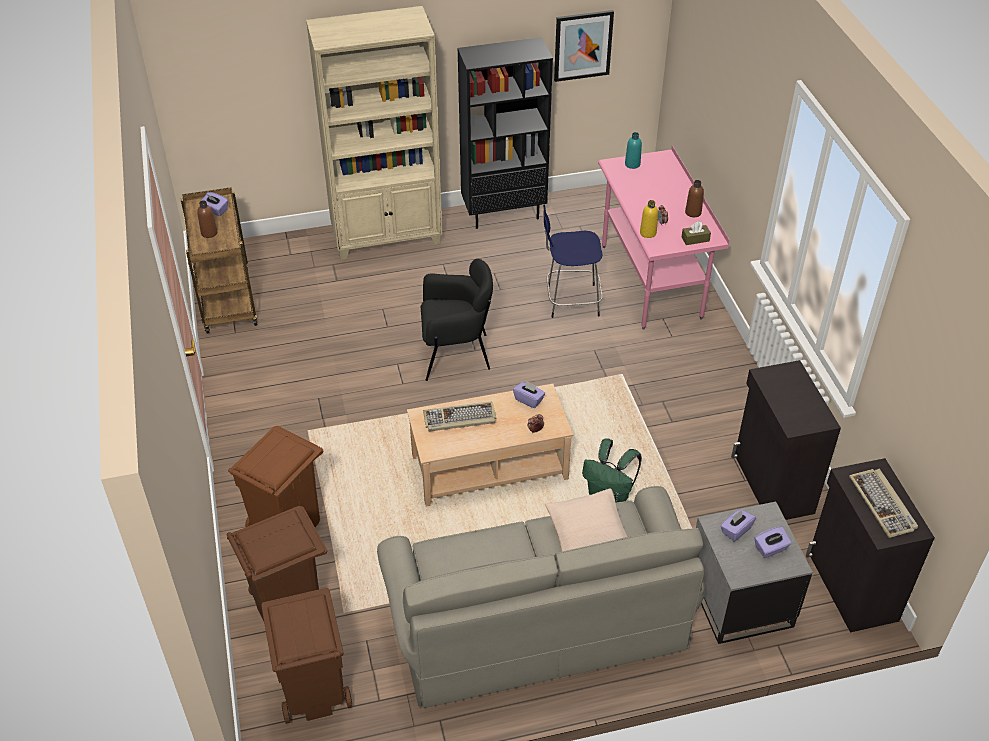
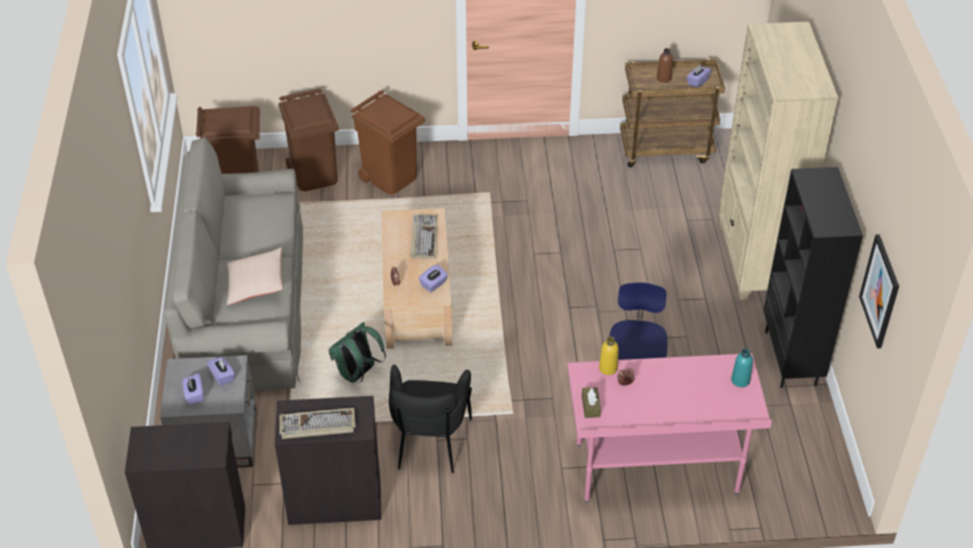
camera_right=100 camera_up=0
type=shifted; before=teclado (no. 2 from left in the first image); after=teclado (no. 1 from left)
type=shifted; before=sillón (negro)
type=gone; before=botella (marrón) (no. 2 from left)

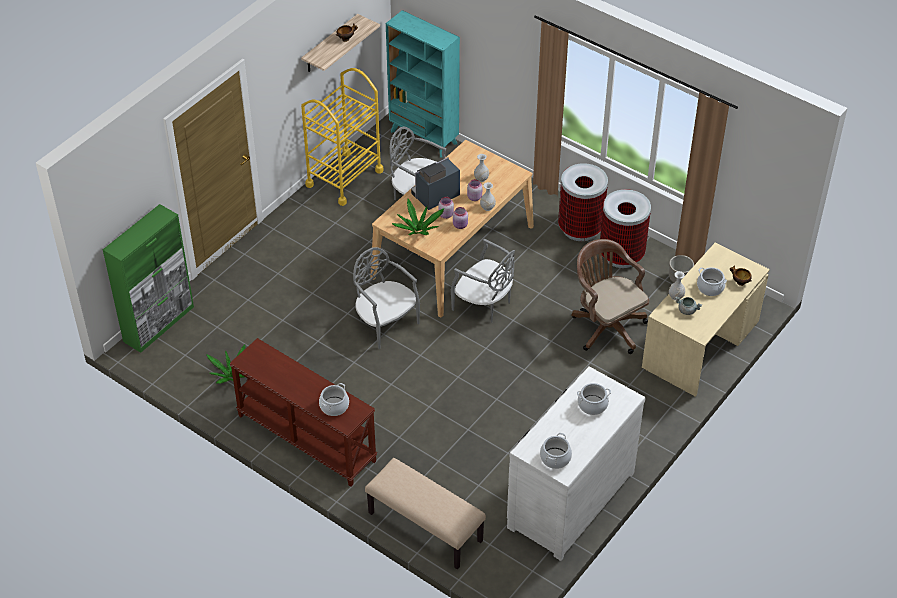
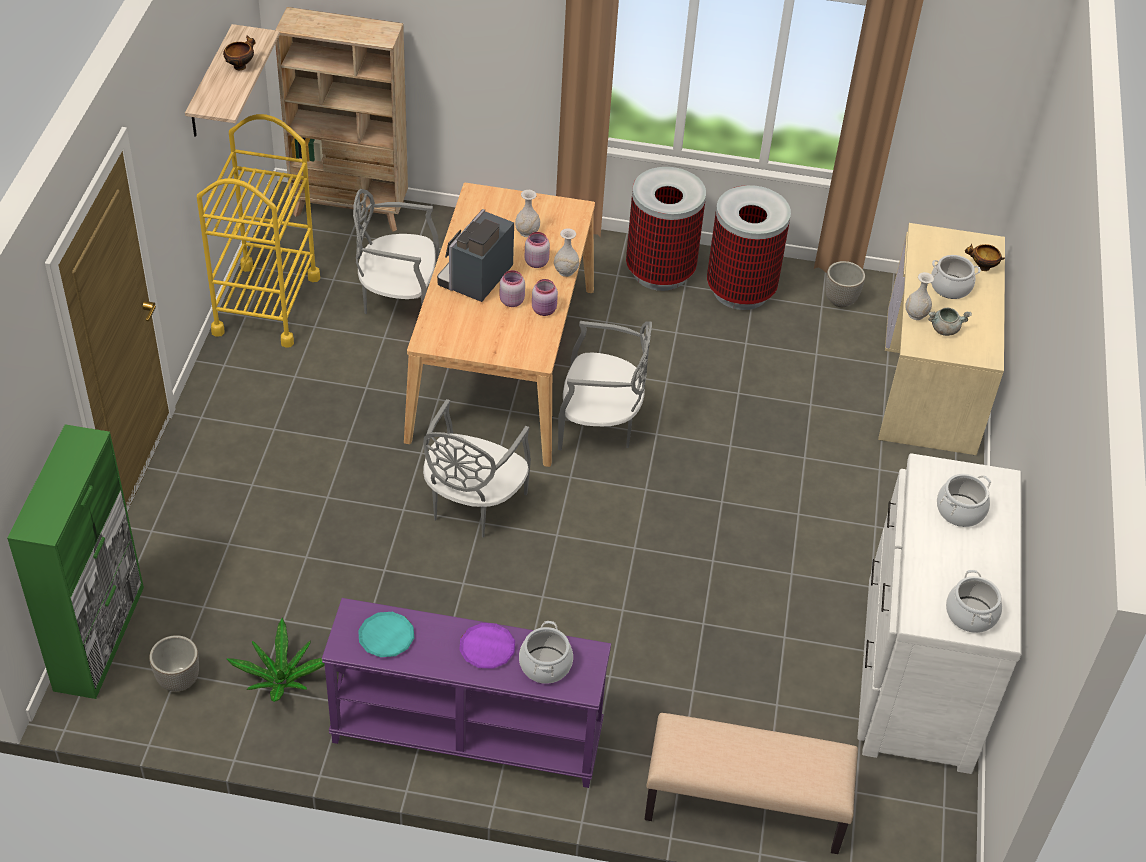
camera_right=-30 camera_up=0
type=new; after=maceta (no. 1 from left)
type=repainted; before=estantería (turquesa); after=estantería (beis)
type=repainted; before=mesa consola (marrón); after=mesa consola (morado)
type=new; after=plato (turquesa)
type=rotated; before=silla (gris) (no. 1 from left in the first image); turn=-90
type=new; after=plato (morado)
type=gone; before=planta en maceta (no. 2 from left)
type=gone; before=silla de oficina (marrón)

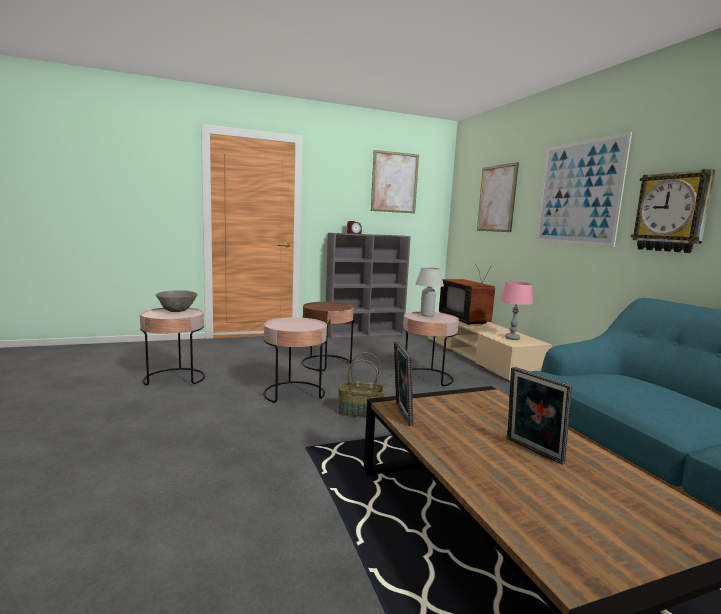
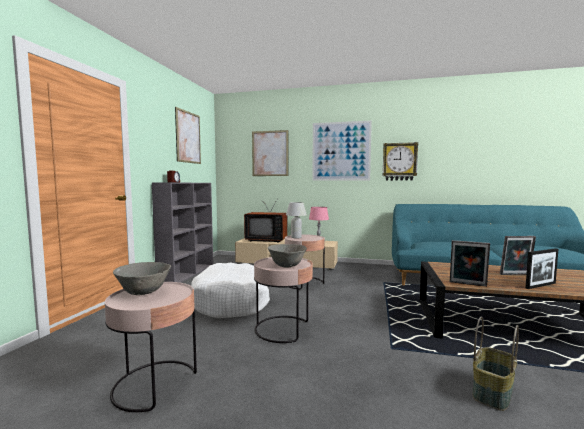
camera_right=-55 camera_up=-5
type=swapped; before=mesa auxiliar (marrón); after=cama para perro (blanco)
type=new; after=cuenco (gris) (no. 2 from left)
type=shifted; before=cesta
type=new; after=portarretratos (no. 3 from left)

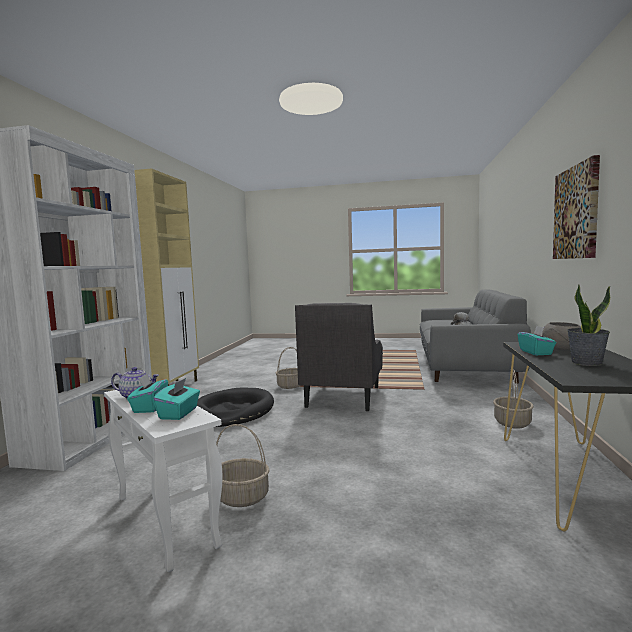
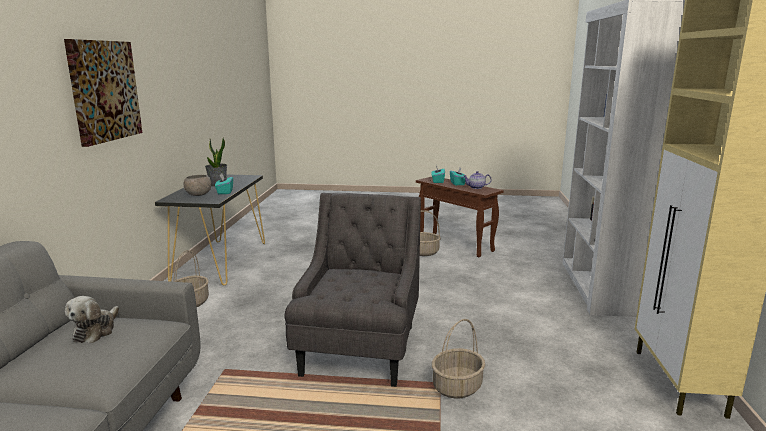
camera_right=175 camera_up=10
type=repainted; before=mesa auxiliar (blanco); after=mesa auxiliar (marrón)
type=gone; before=cama para perro (negro)

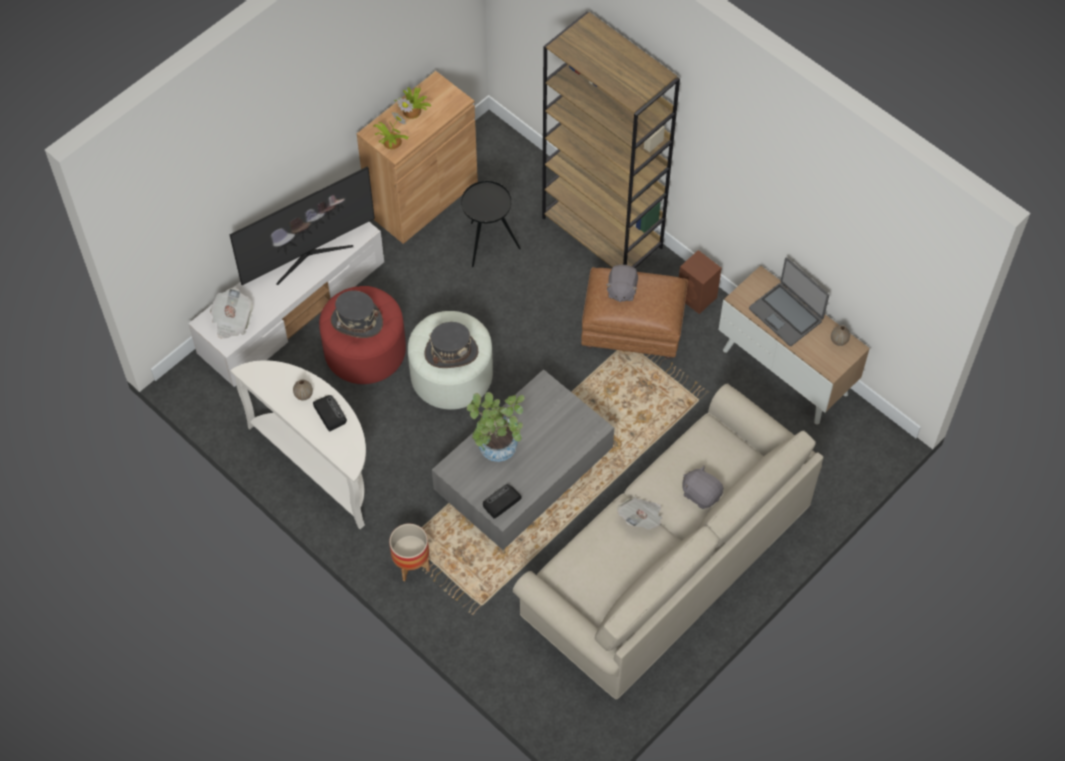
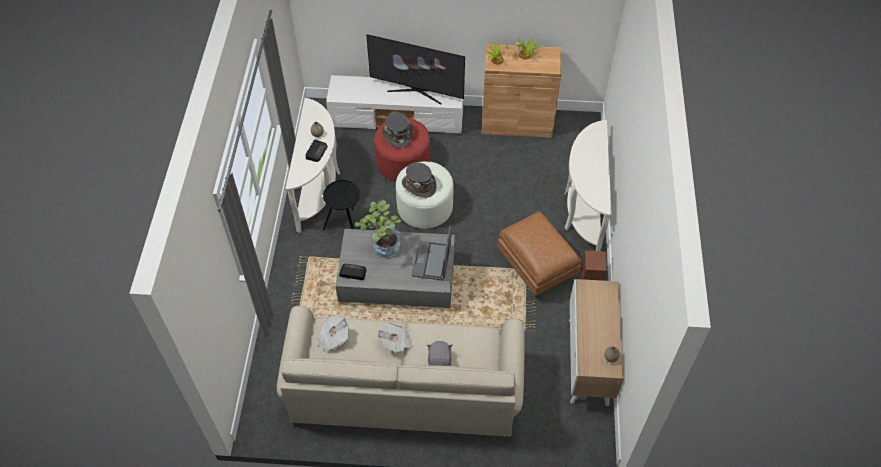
camera_right=50 camera_up=-5
type=shifted; before=periódico (no. 1 from left)
type=shifted; before=mesa auxiliar (negro)
type=shifted; before=portátil
type=swapped; before=estantería (marrón); after=mesa consola (blanco) (no. 2 from left)
type=gone; before=maceta
type=gone; before=peluche (gris) (no. 1 from left)

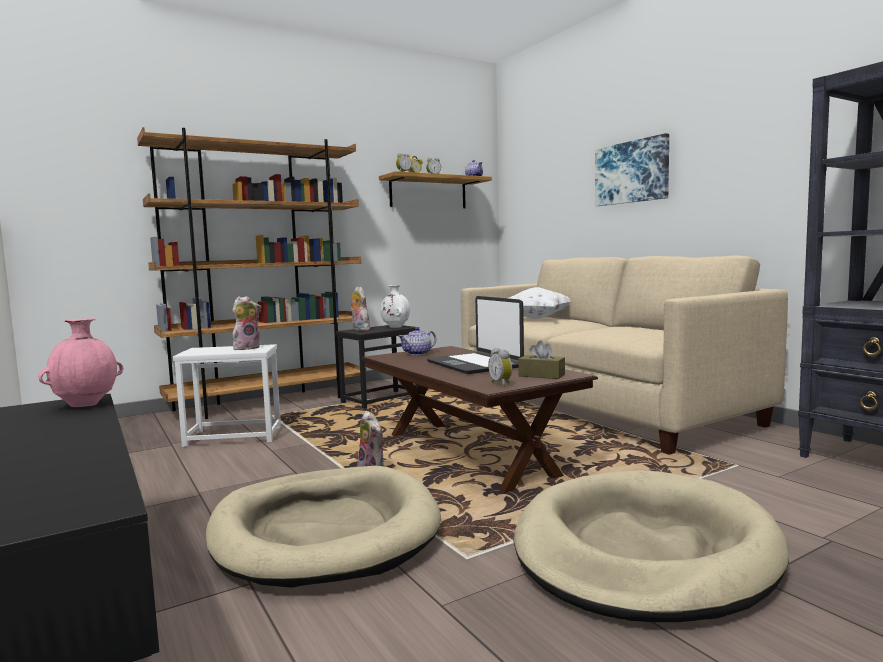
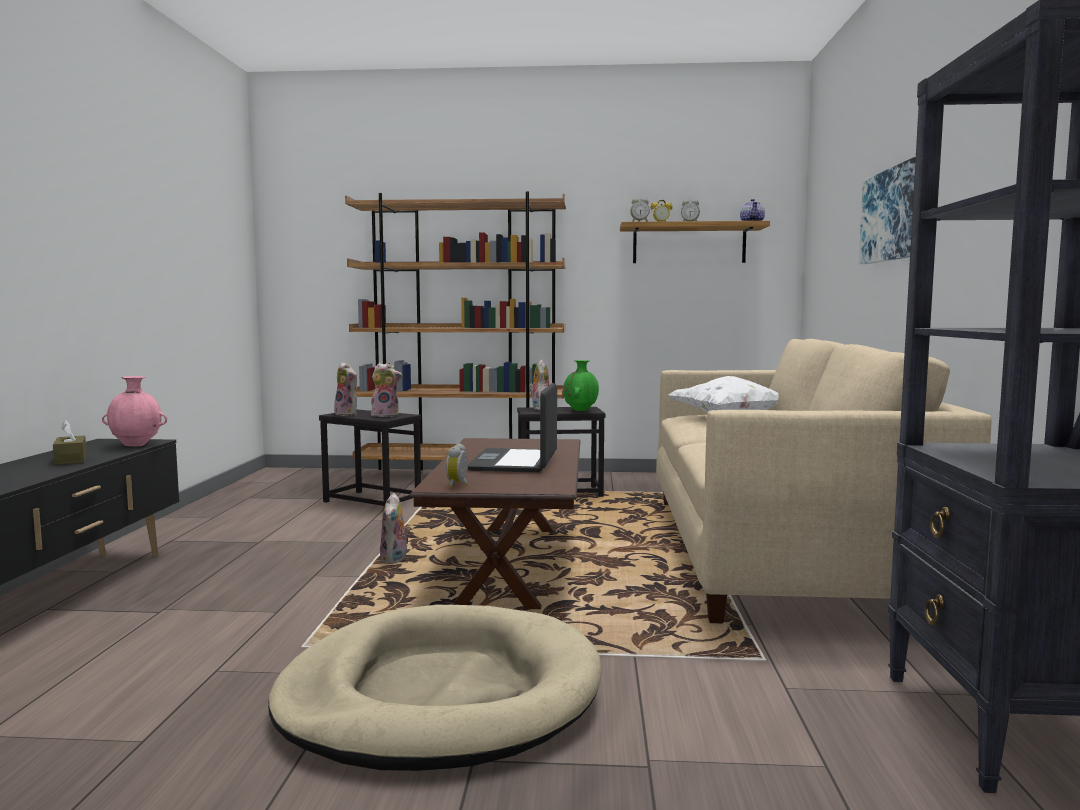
camera_right=35 camera_up=0
type=shifted; before=caja de pañuelos (marrón)
type=repainted; before=mesa auxiliar (blanco); after=mesa auxiliar (negro) (no. 1 from left)
type=new; after=peluche (no. 1 from left)
type=repainted; before=florero (blanco); after=florero (verde)
type=gone; before=cama para perro (beis) (no. 1 from left)
type=gone; before=tetera (no. 1 from left)

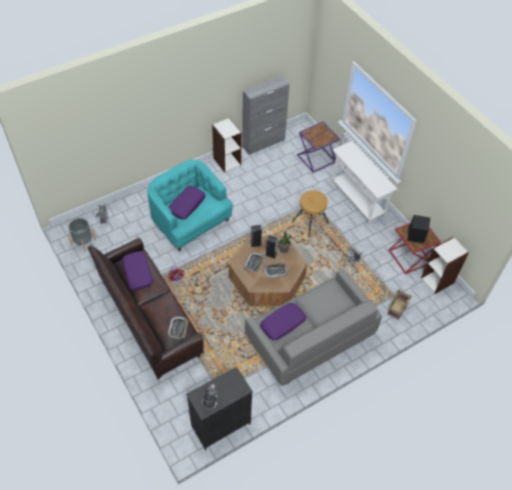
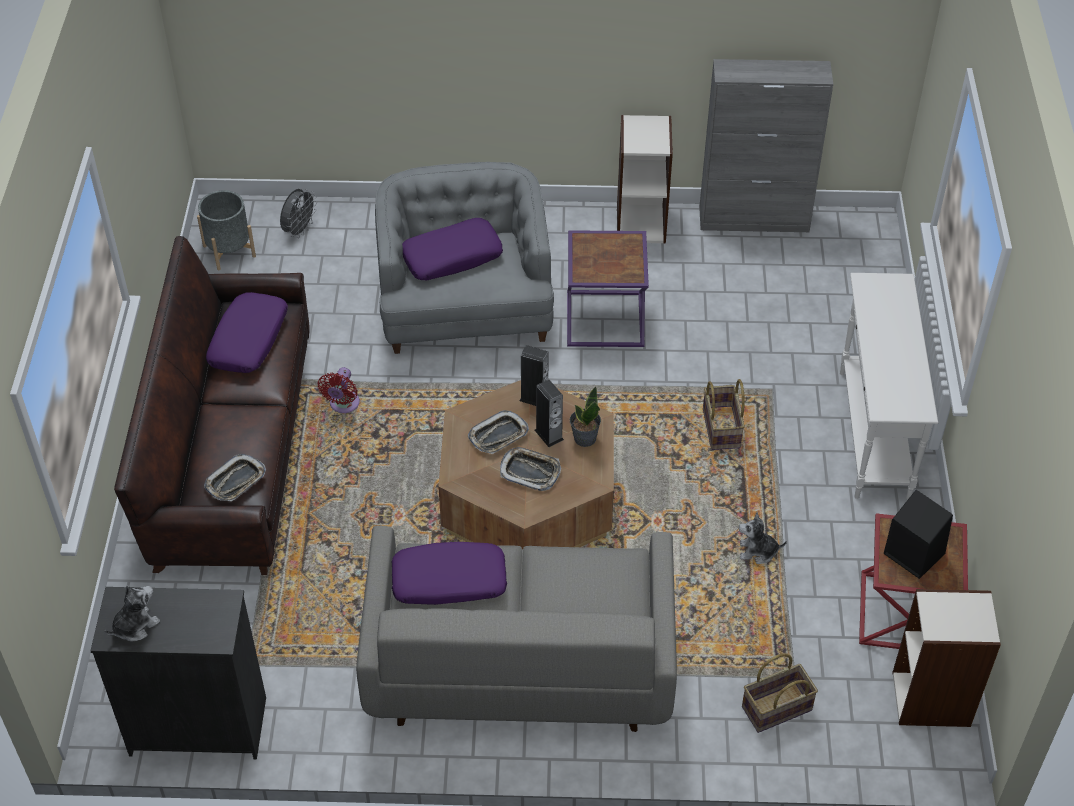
camera_right=35 camera_up=-5
type=repainted; before=sillón (turquesa); after=sillón (gris)
type=shifted; before=mesa auxiliar (morado)
type=swapped; before=taburete (marrón); after=cesta (no. 1 from left)

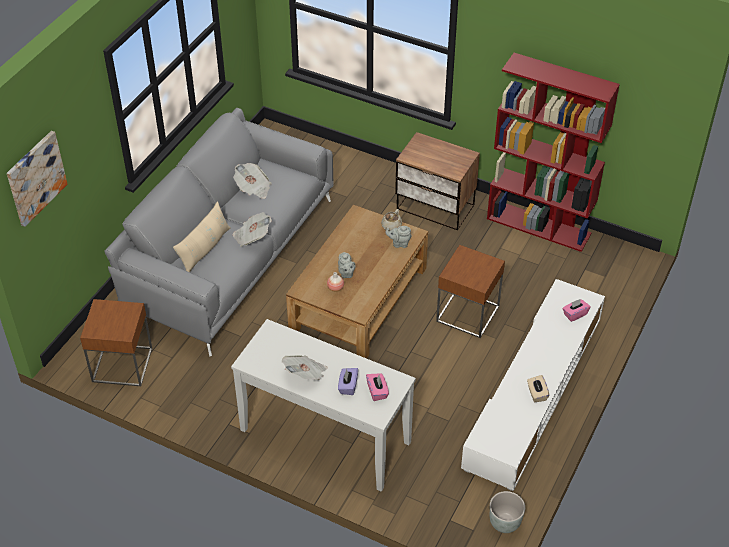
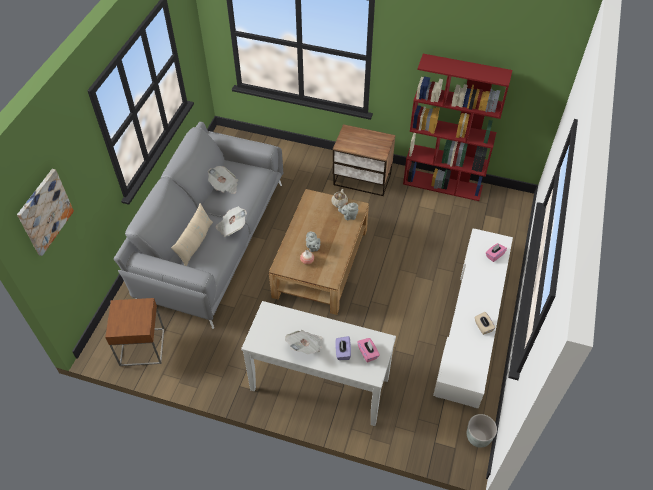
camera_right=-10 camera_up=5
type=gone; before=mesa auxiliar (marrón) (no. 2 from left)

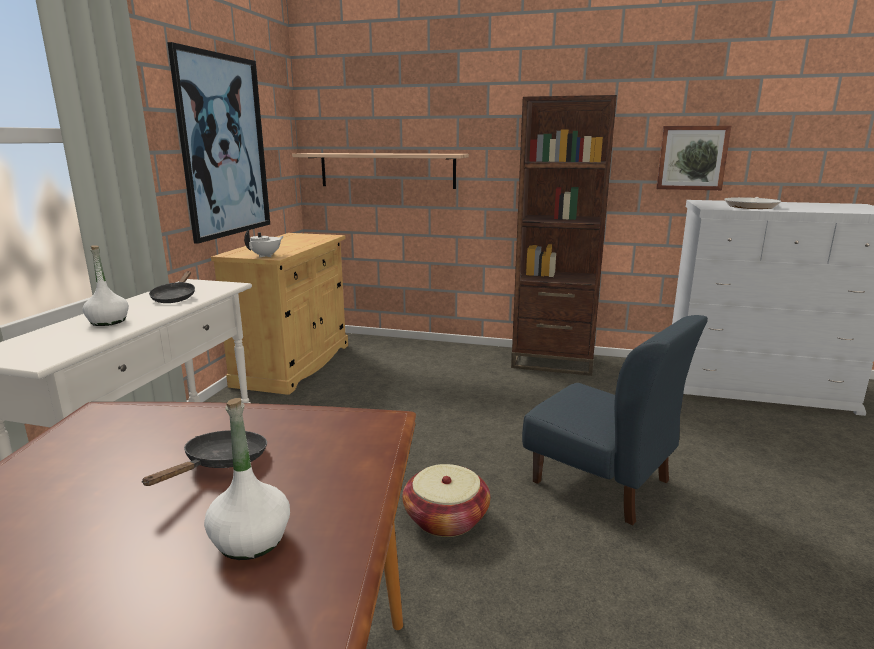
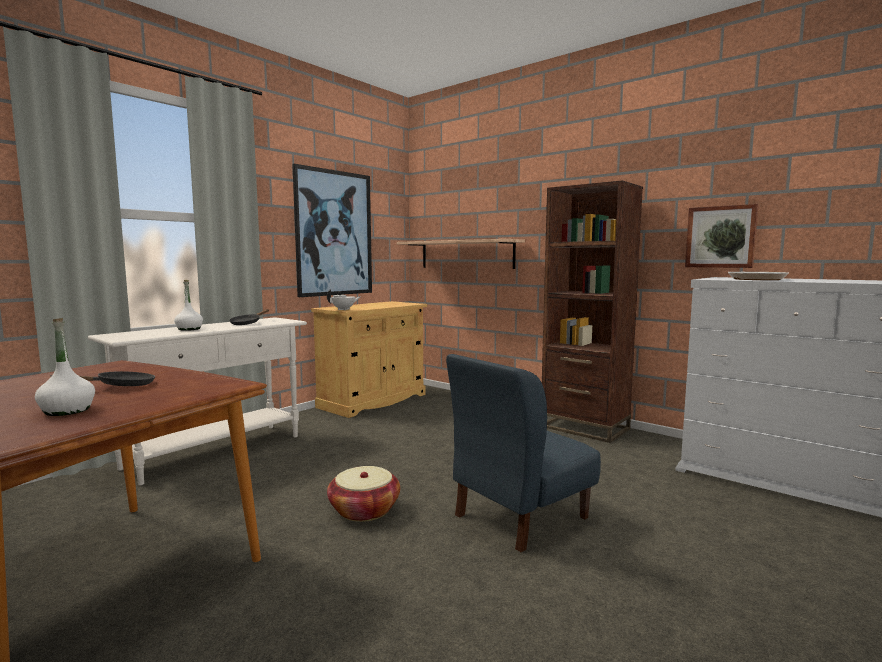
camera_right=25 camera_up=-10
type=rotated; before=silla (azul); turn=75

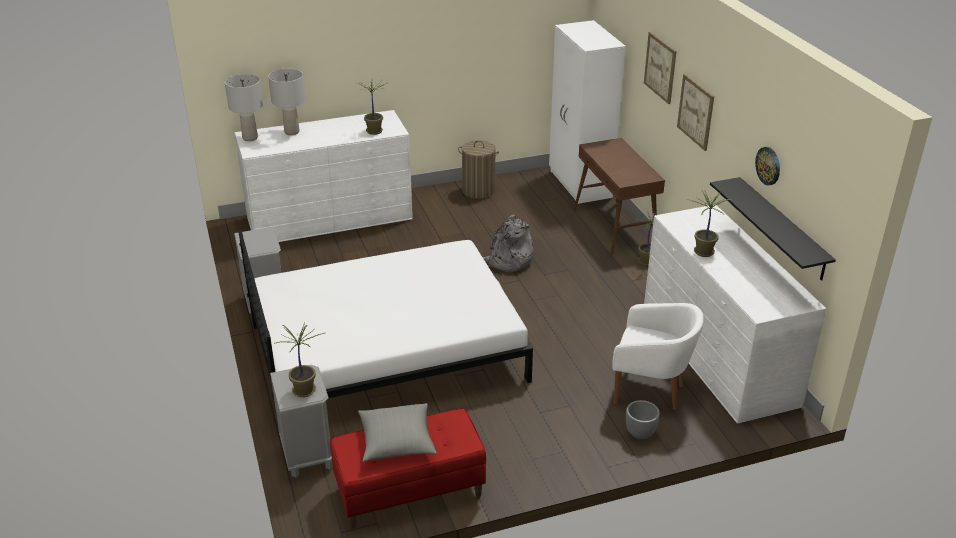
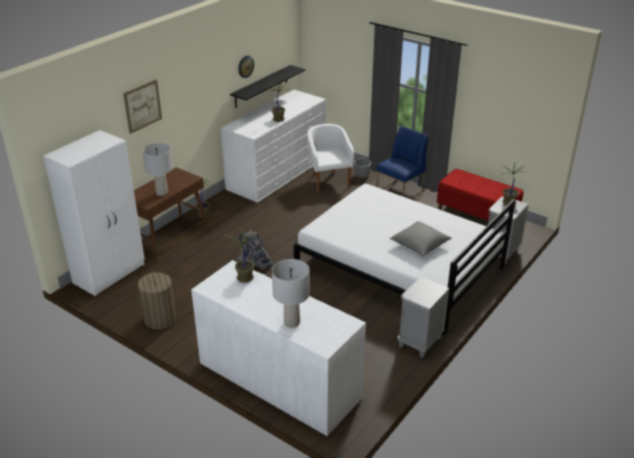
camera_right=-125 camera_up=0
type=shifted; before=lámpara de mesa (gris) (no. 1 from left)
type=new; after=silla (azul)
type=shifted; before=cojín (gris)
type=gone; before=cuadro (no. 2 from left)

